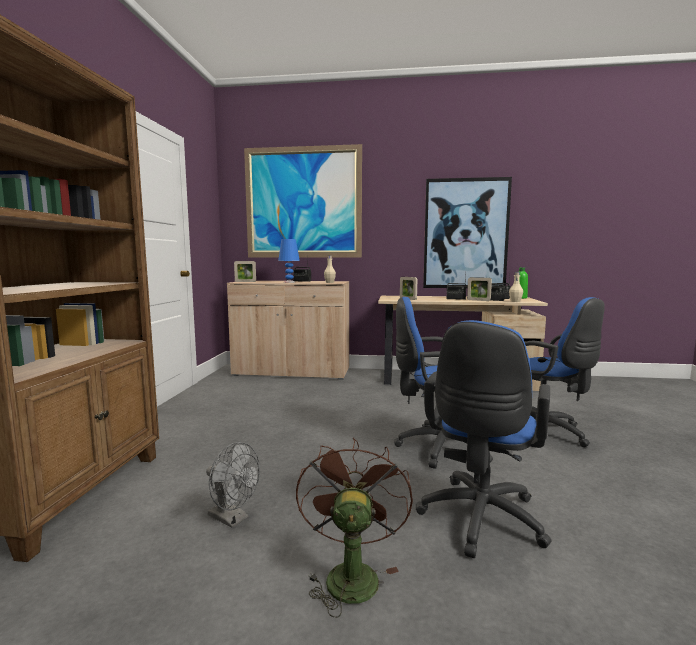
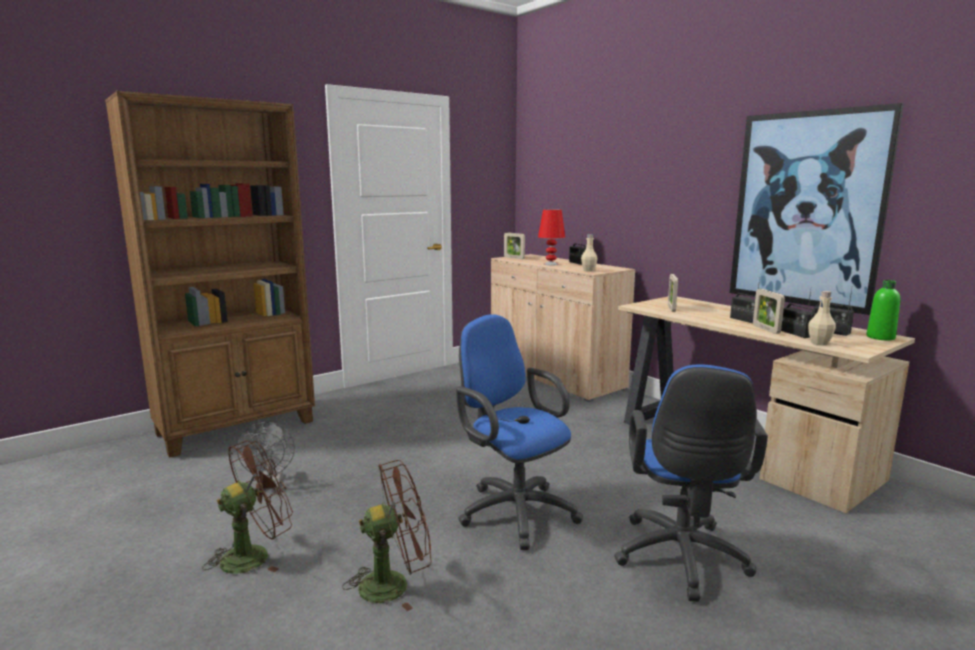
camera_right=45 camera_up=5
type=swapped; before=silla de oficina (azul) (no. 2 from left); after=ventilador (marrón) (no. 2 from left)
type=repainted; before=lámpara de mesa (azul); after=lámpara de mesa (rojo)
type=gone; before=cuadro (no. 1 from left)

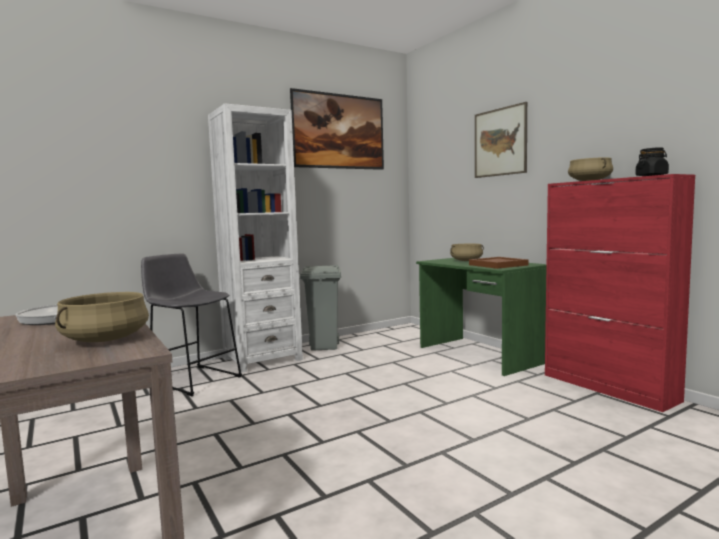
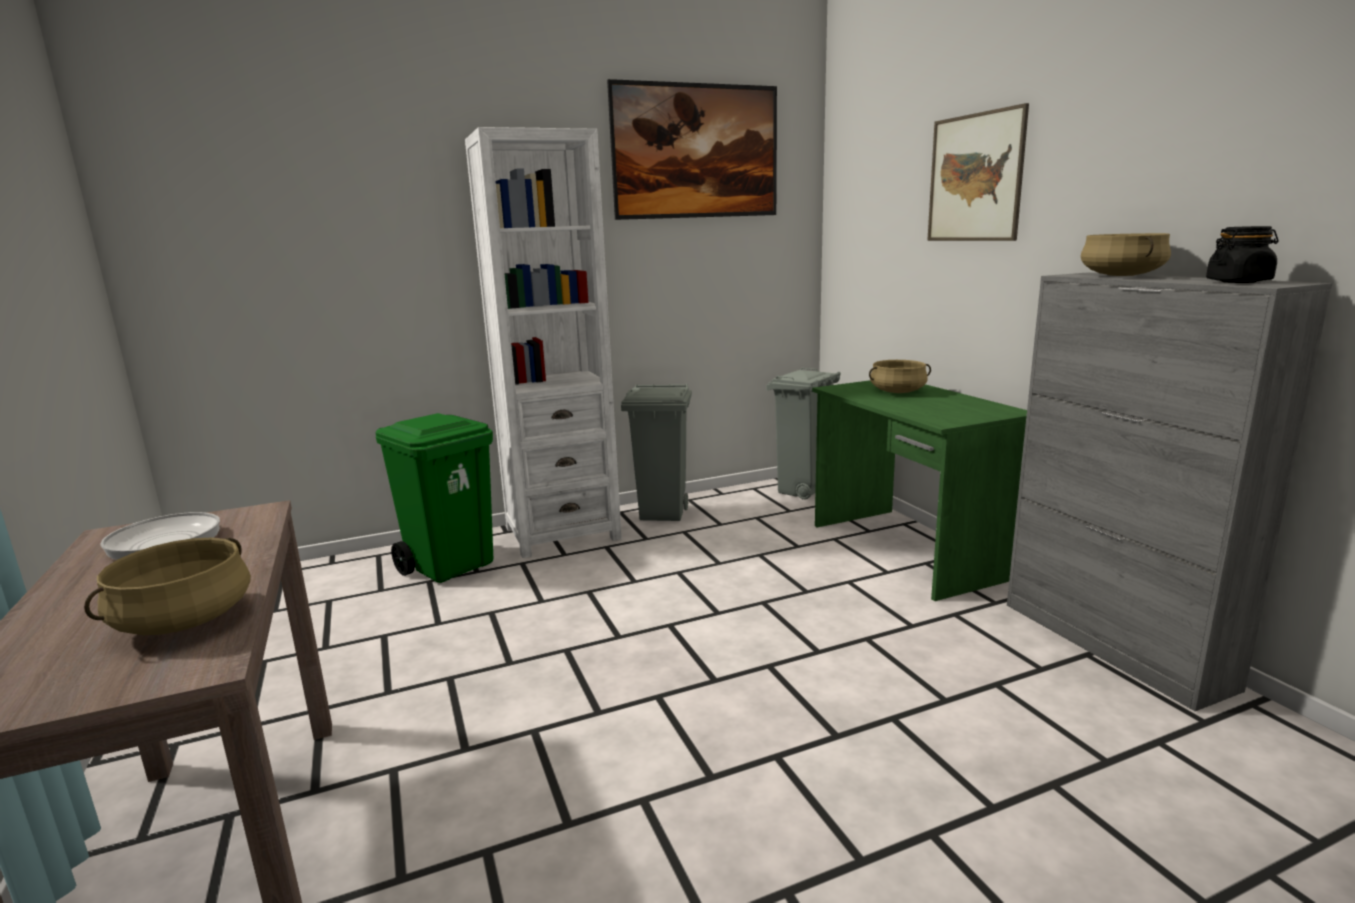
camera_right=10 camera_up=10
type=swapped; before=taburete (gris); after=papelera (verde)
type=new; after=papelera (gris) (no. 2 from left)
type=repainted; before=armario (rojo); after=armario (gris)
type=gone; before=bandeja (marrón)

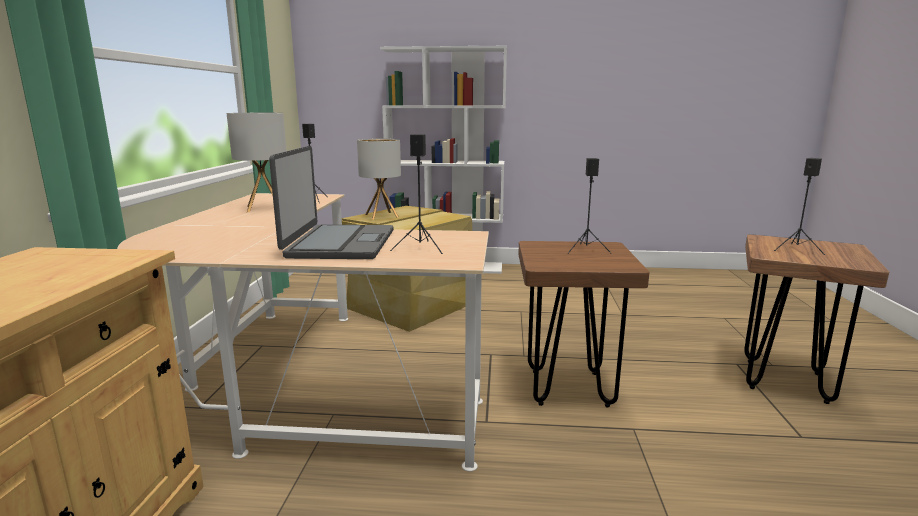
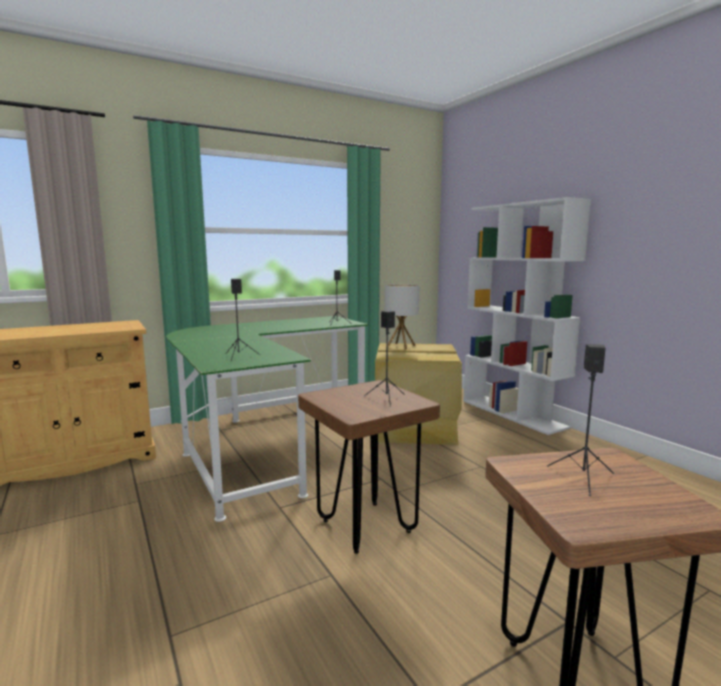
camera_right=55 camera_up=-5
type=repainted; before=escritorio (beis); after=escritorio (verde)
type=gone; before=lámpara de mesa (no. 1 from left)
type=gone; before=portátil

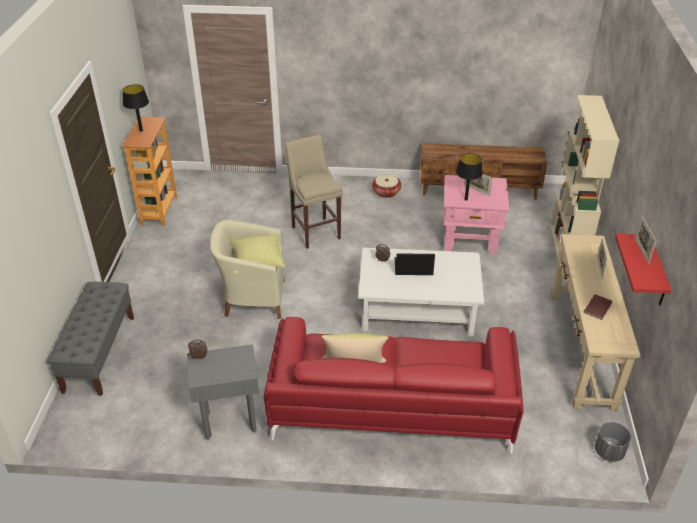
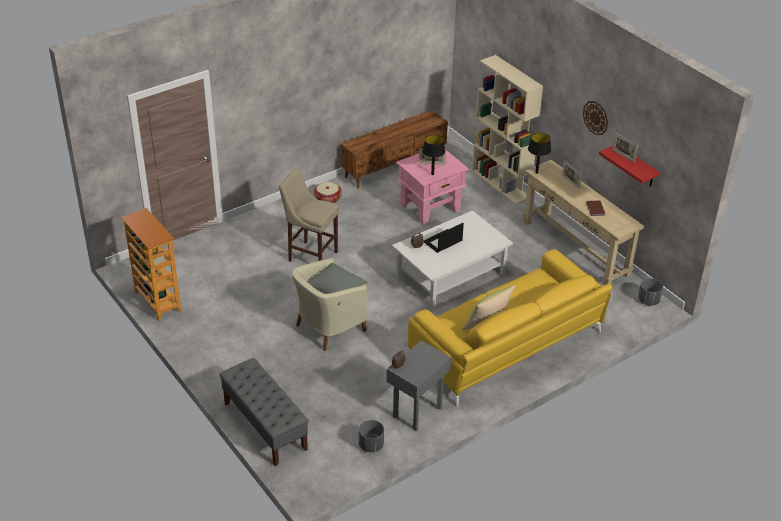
camera_right=-40 camera_up=0
type=repainted; before=cojín (amarillo) (no. 1 from left); after=cojín (gris)
type=new; after=maceta (gris) (no. 1 from left)
type=repainted; before=sofá (rojo); after=sofá (amarillo)
type=shifted; before=lámpara de mesa (negro) (no. 1 from left in the first image); after=lámpara de mesa (negro) (no. 2 from left)
type=new; after=reloj de pared

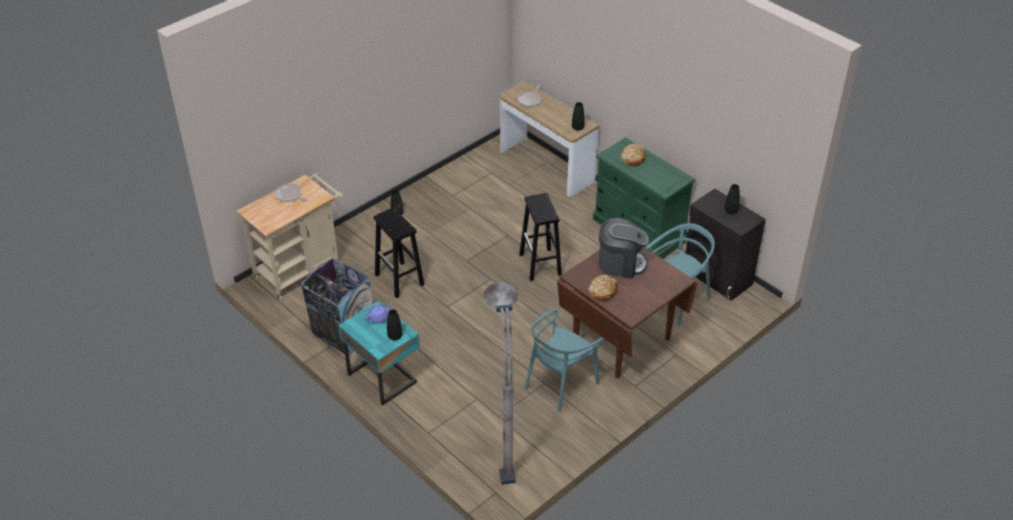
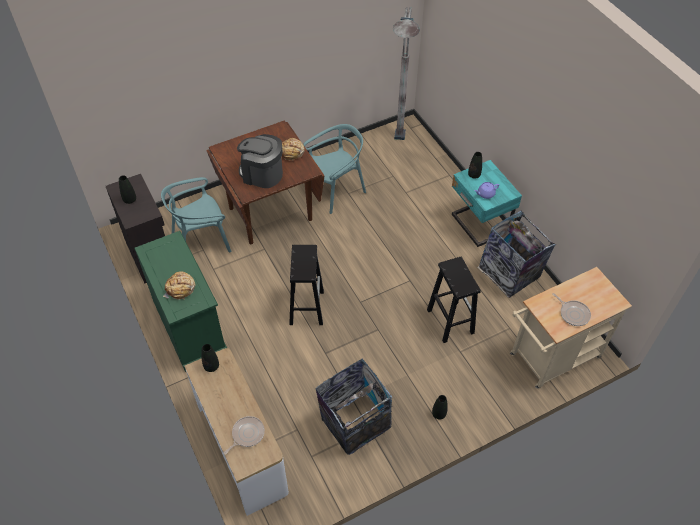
camera_right=-165 camera_up=10
type=new; after=papelera (no. 1 from left)

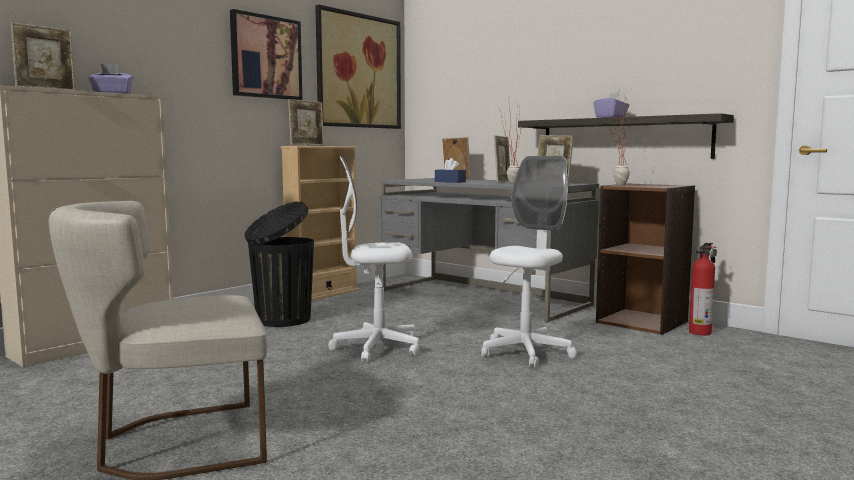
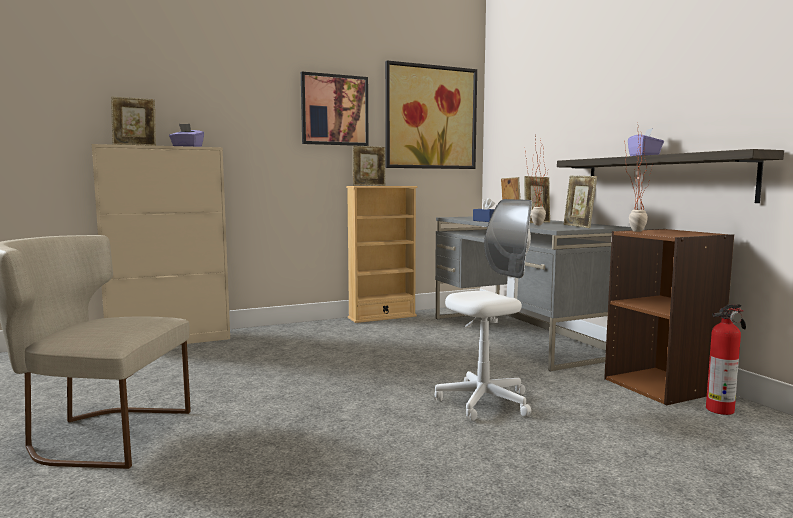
camera_right=25 camera_up=0
type=gone; before=papelera (negro)
type=gone; before=silla de oficina (blanco) (no. 1 from left)

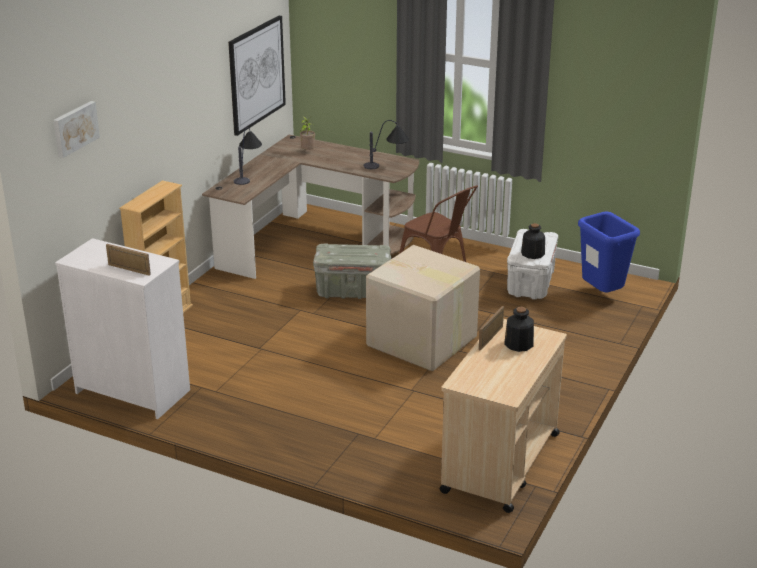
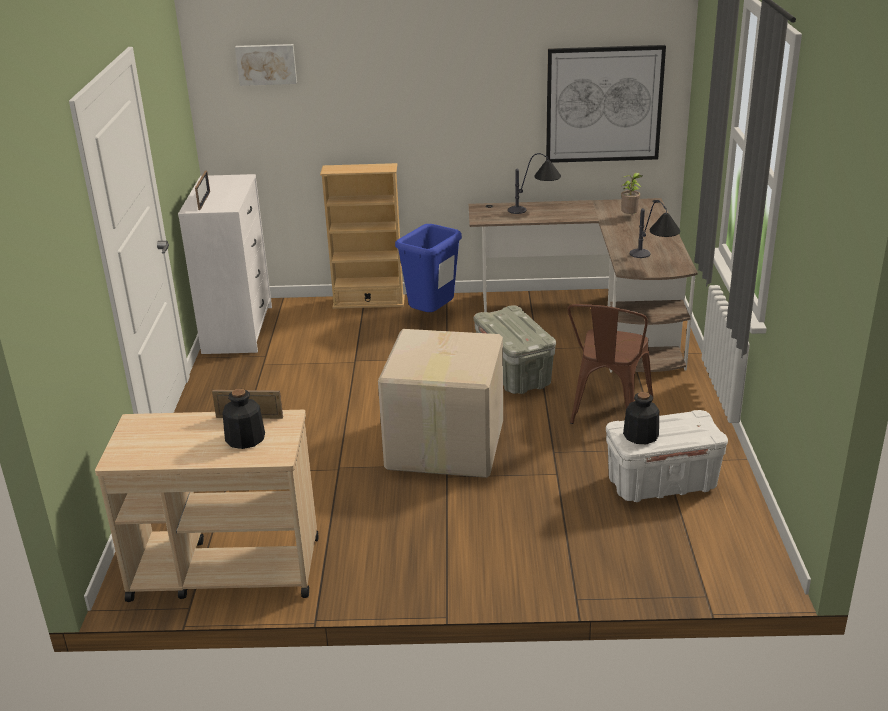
camera_right=65 camera_up=0
type=shifted; before=papelera (azul)

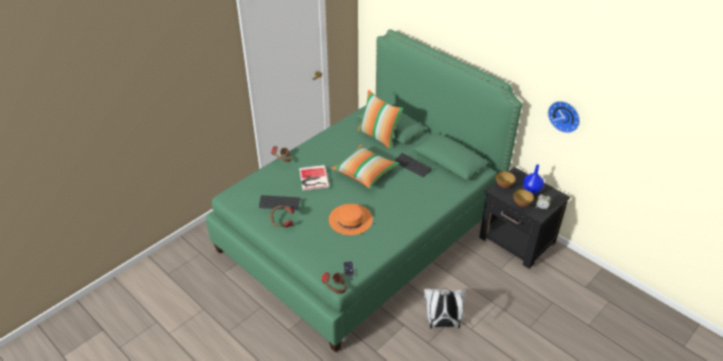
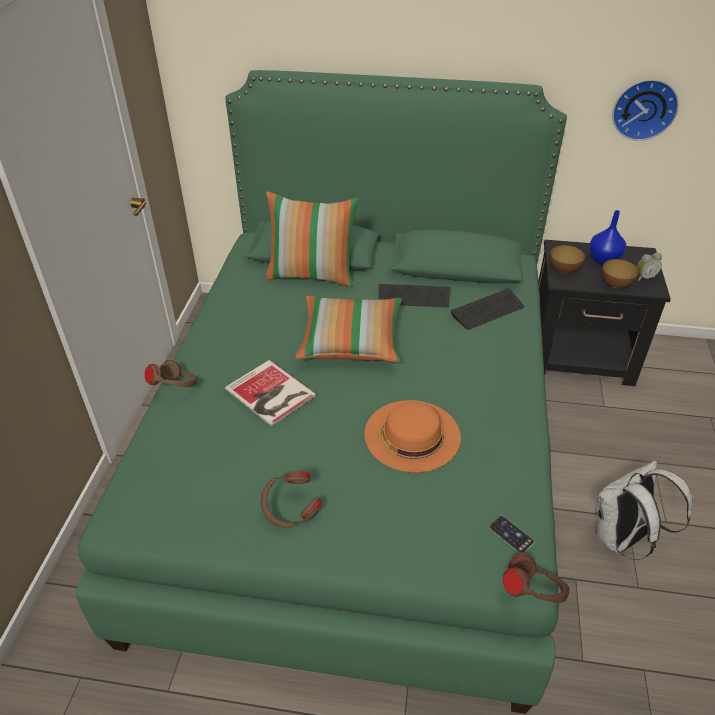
camera_right=-35 camera_up=0
type=shifted; before=teclado (no. 1 from left in the first image); after=teclado (no. 2 from left)

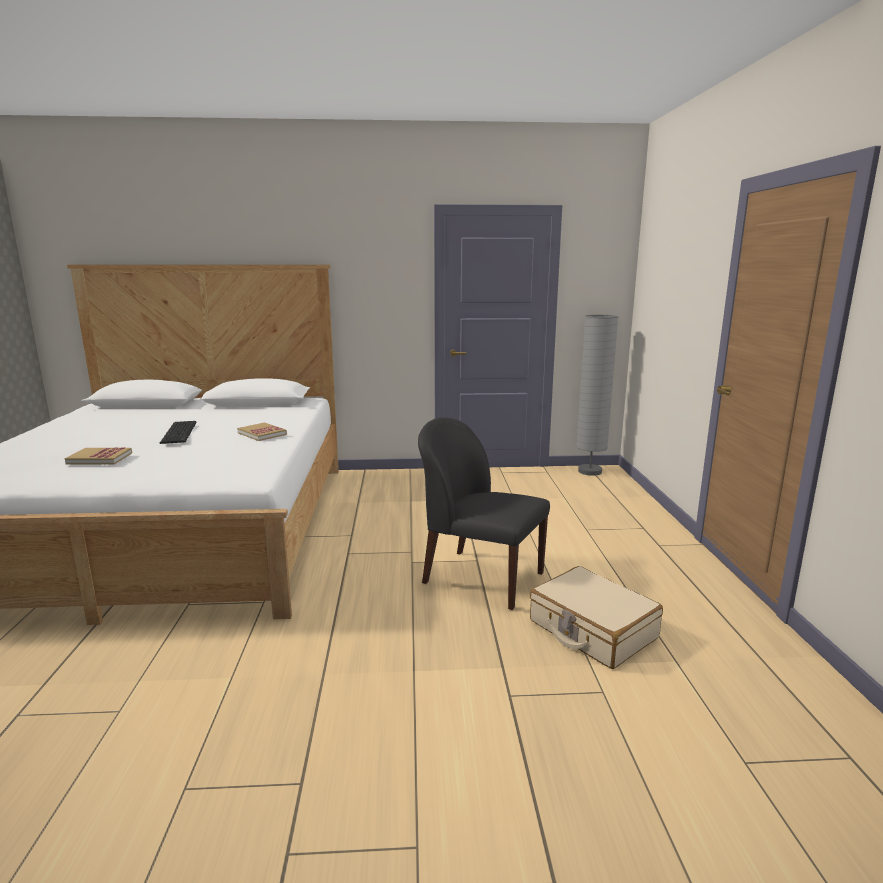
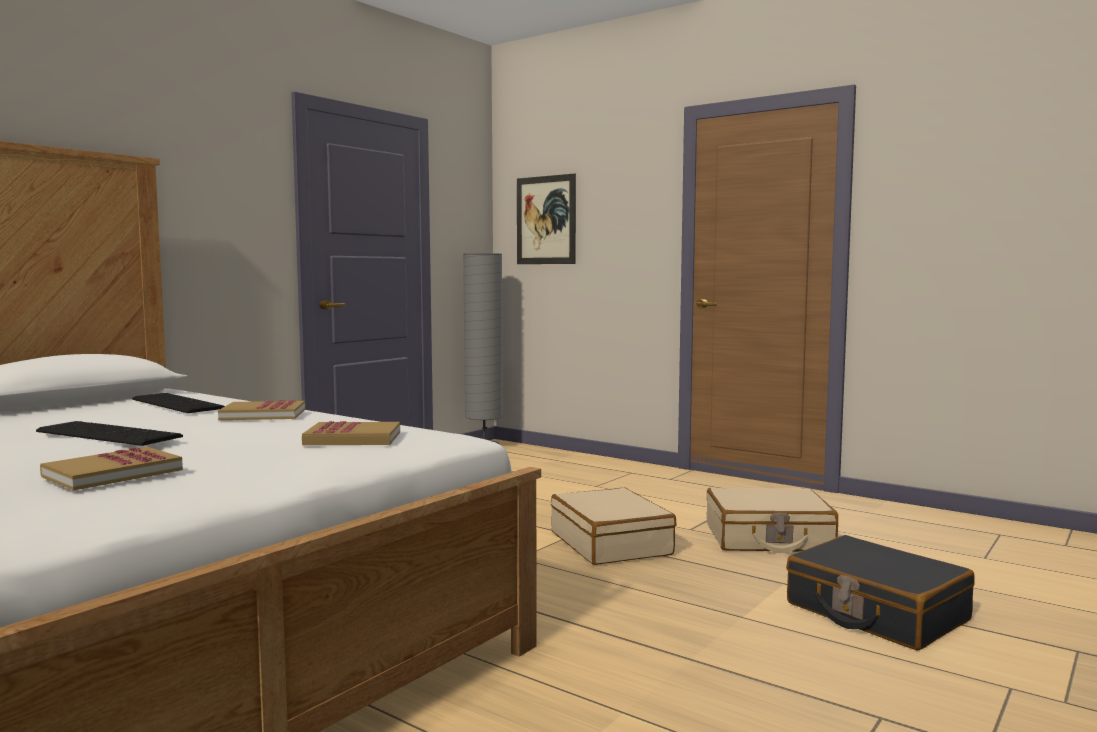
camera_right=-50 camera_up=-10
type=new; after=teclado (no. 2 from left)
type=new; after=libro (no. 3 from left)
type=new; after=cuadro
type=swapped; before=silla (negro); after=maleta (beis) (no. 1 from left)
type=new; after=maleta (negro)

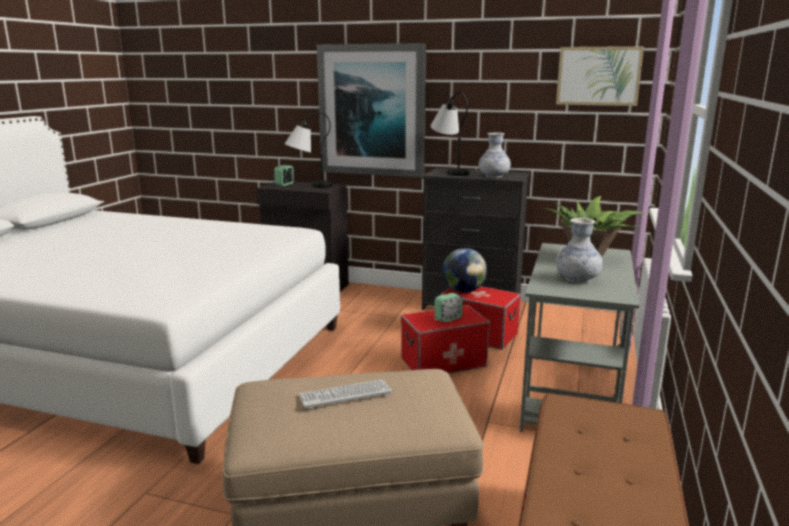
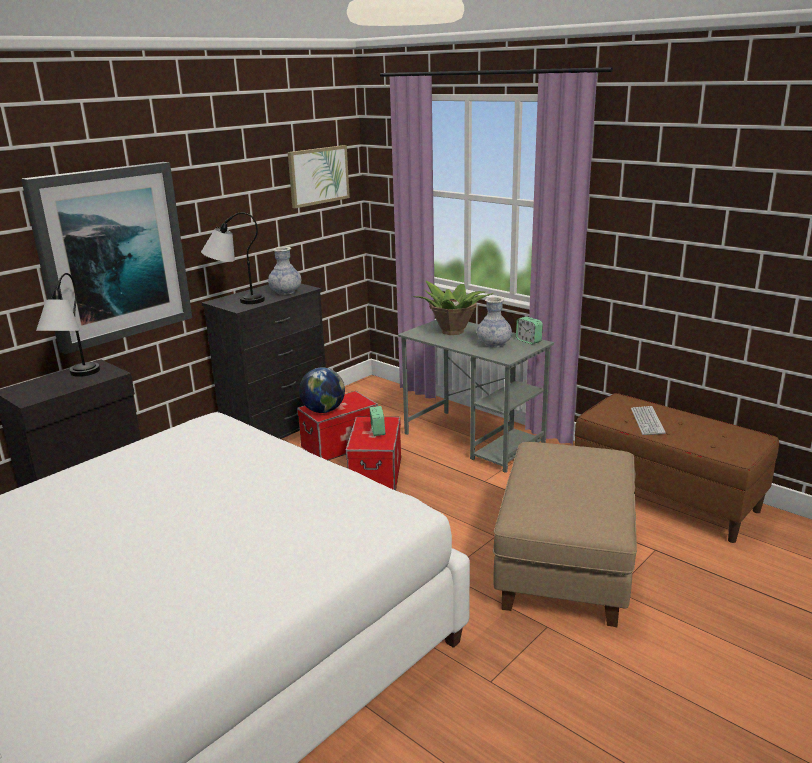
camera_right=-65 camera_up=5
type=shifted; before=despertador (no. 1 from left in the first image); after=despertador (no. 2 from left)
type=shifted; before=teclado

